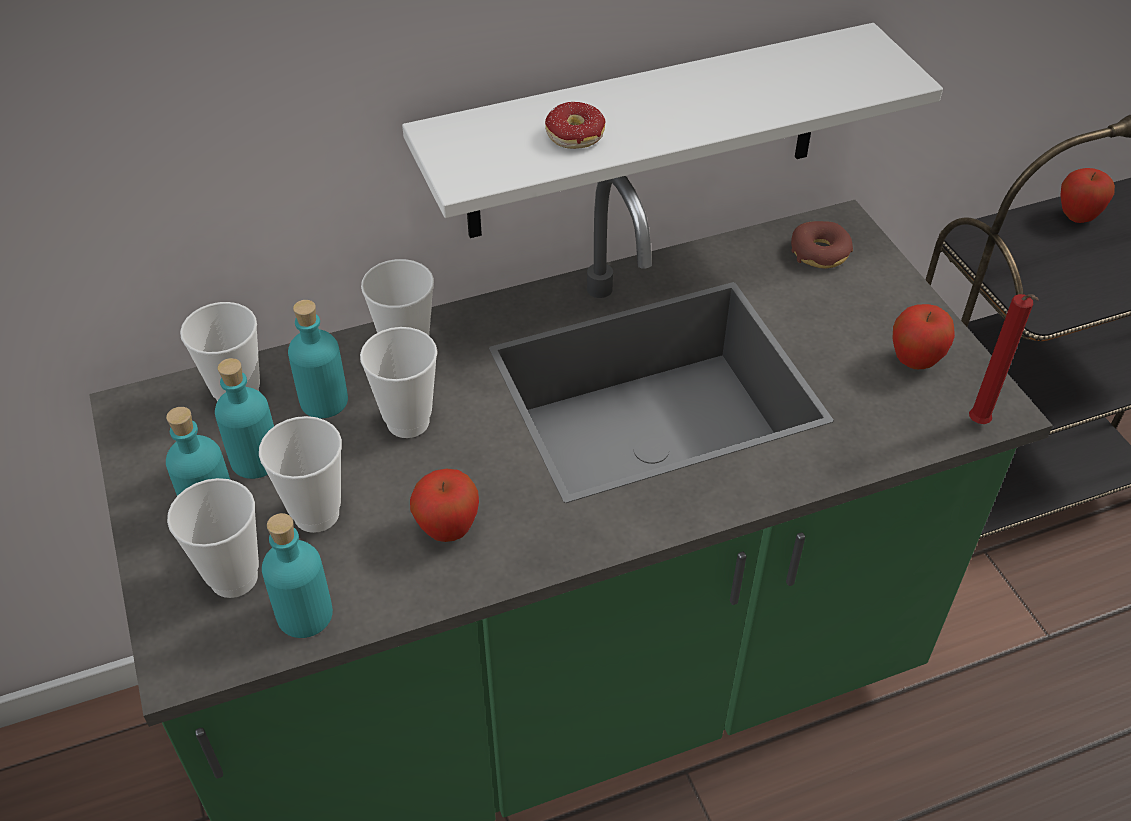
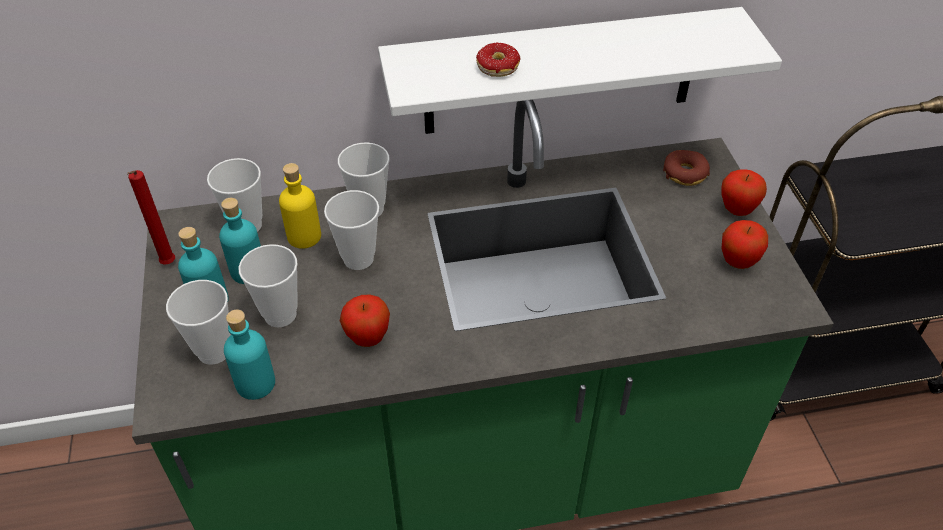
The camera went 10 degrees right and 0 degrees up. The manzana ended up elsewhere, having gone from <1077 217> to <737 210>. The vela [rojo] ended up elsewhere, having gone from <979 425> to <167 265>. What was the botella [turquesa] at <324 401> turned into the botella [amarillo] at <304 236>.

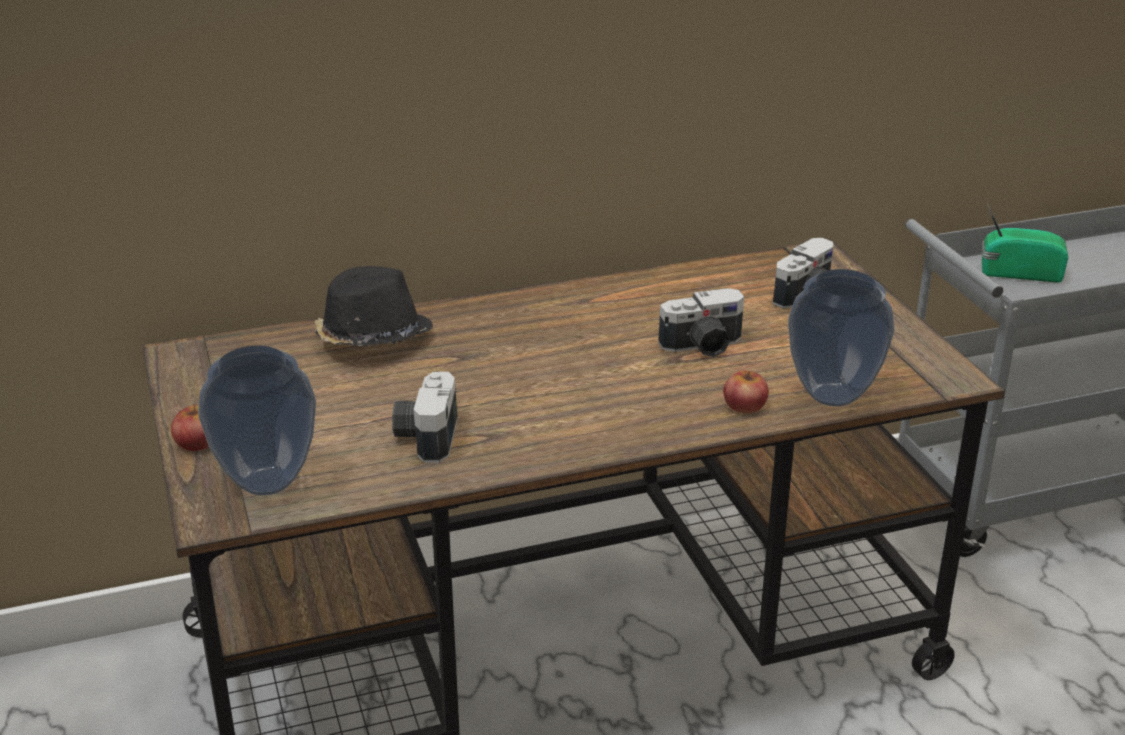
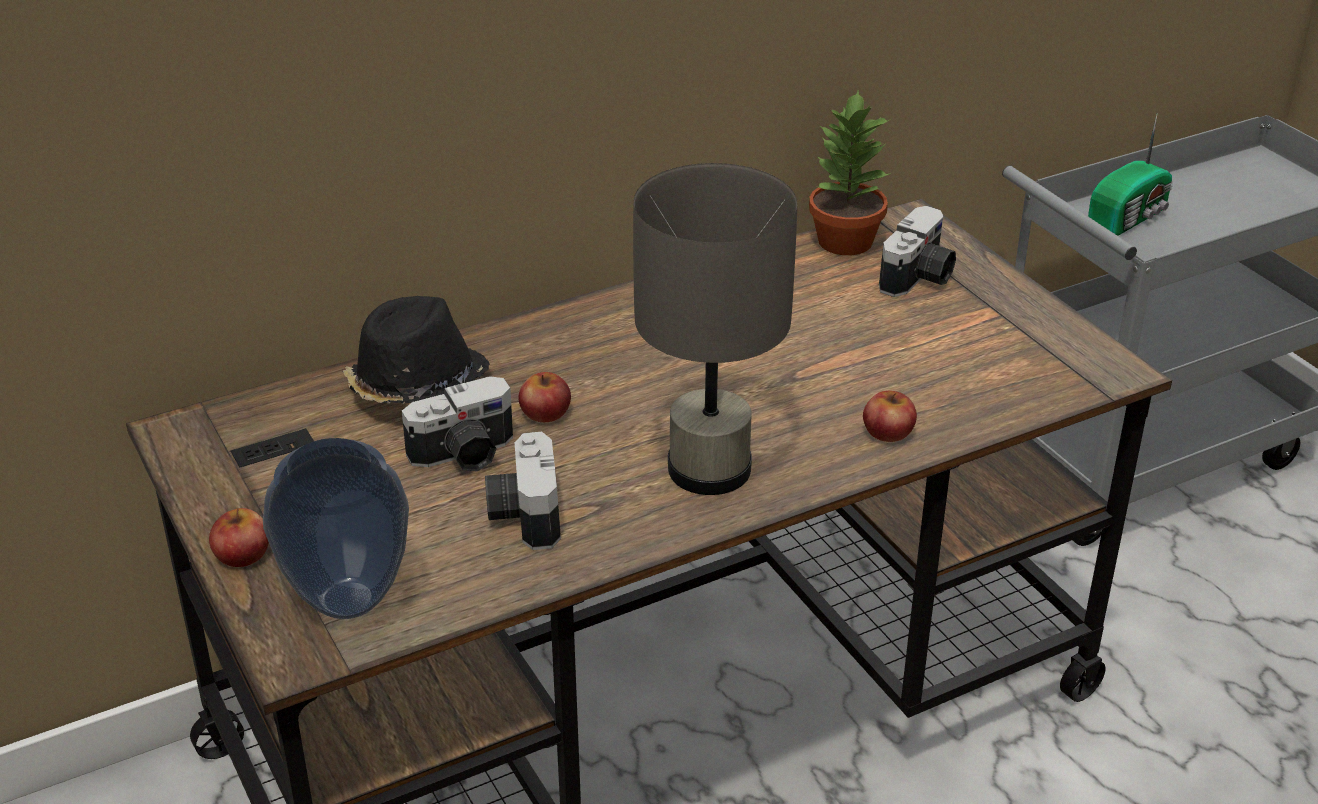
The camera went 10 degrees left and 5 degrees up. The radio at <1018 272> ended up facing another way, 135 degrees clockwise from before. The second view lost the florero at <833 395>. The cámara ended up elsewhere, having gone from <703 347> to <465 455>. The second view gained the planta en maceta at <844 242>. The second view gained the lámpara de mesa [gris] at <707 469>. The second view gained the manzana at <545 412>.

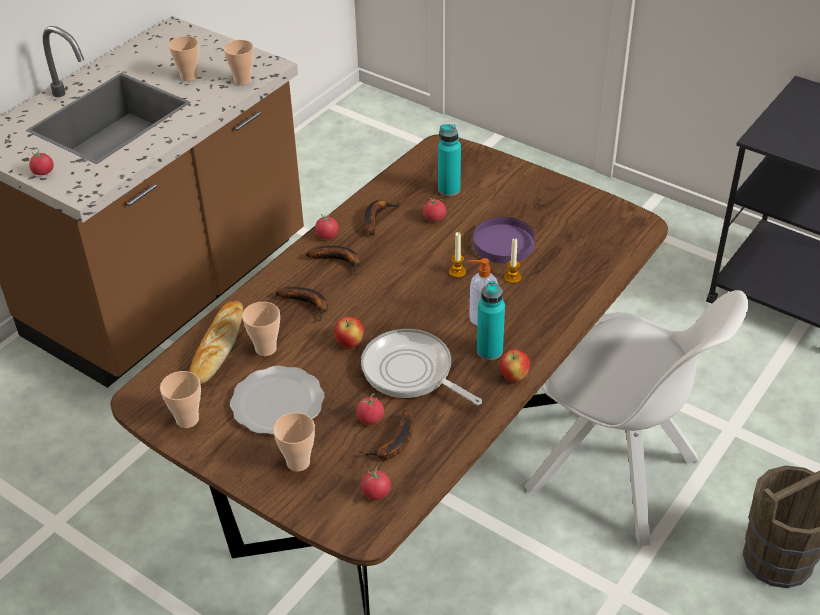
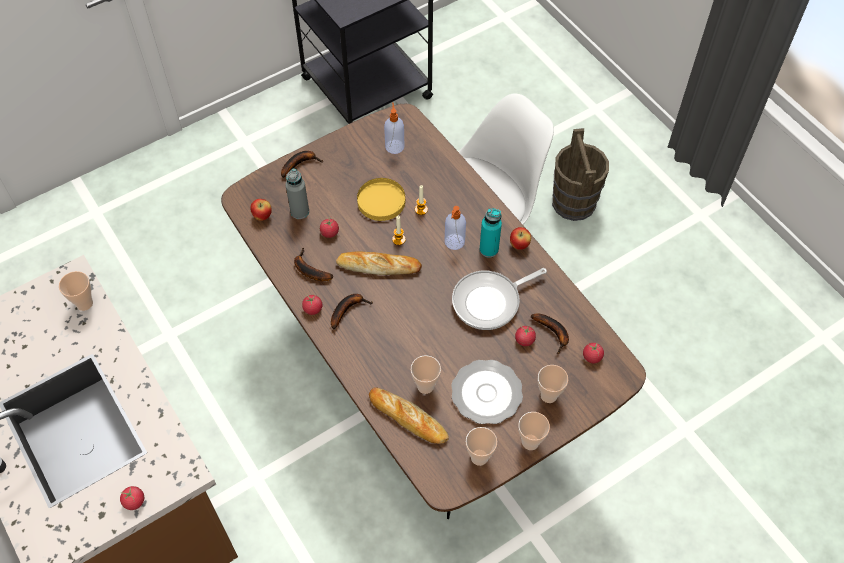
The camera went 70 degrees left and 15 degrees up. The taza ended up elsewhere, having gone from <189 76> to <530 442>. What was the botella [turquesa] at <449 189> turned into the botella [gris] at <299 211>. What was the plato [morado] at <503 243> turned into the plato [amarillo] at <381 201>. The plátano ended up elsewhere, having gone from <308 304> to <300 164>. The manzana ended up elsewhere, having gone from <350 343> to <262 216>. The second view gained the dispensador de jabón at <394 146>. The second view gained the pan at <378 266>.

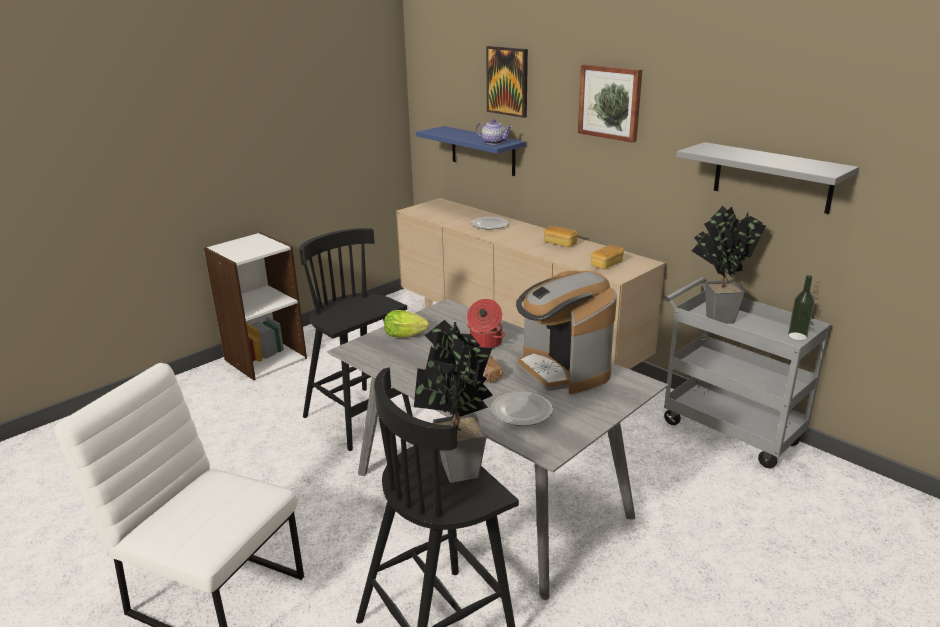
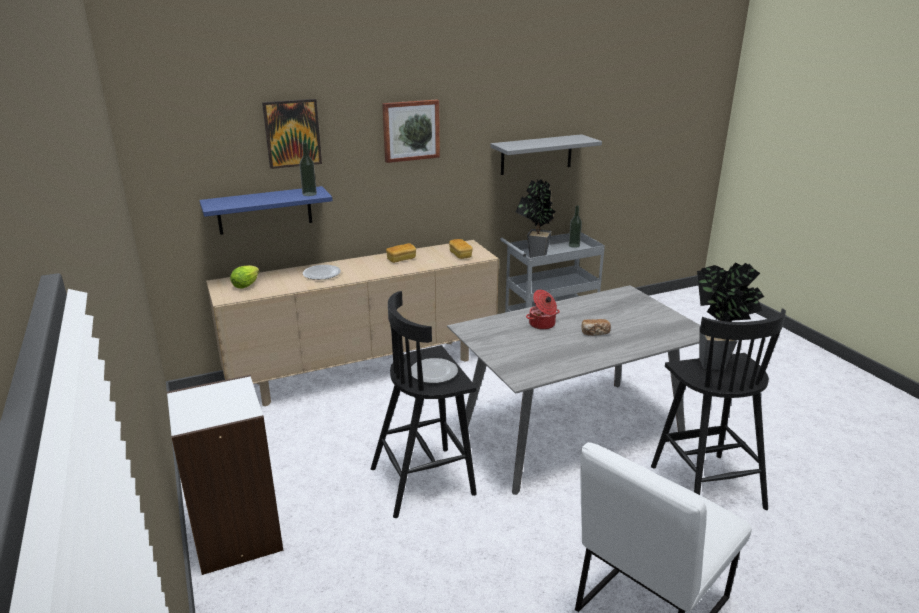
The camera went 70 degrees left and 0 degrees up. Where the tetera stood at <494 142>, the botella came to stand at <309 194>. The second view lost the cafetera at <563 370>. The lechuga ended up elsewhere, having gone from <407 336> to <247 285>. The plato ended up elsewhere, having gone from <520 411> to <434 373>.

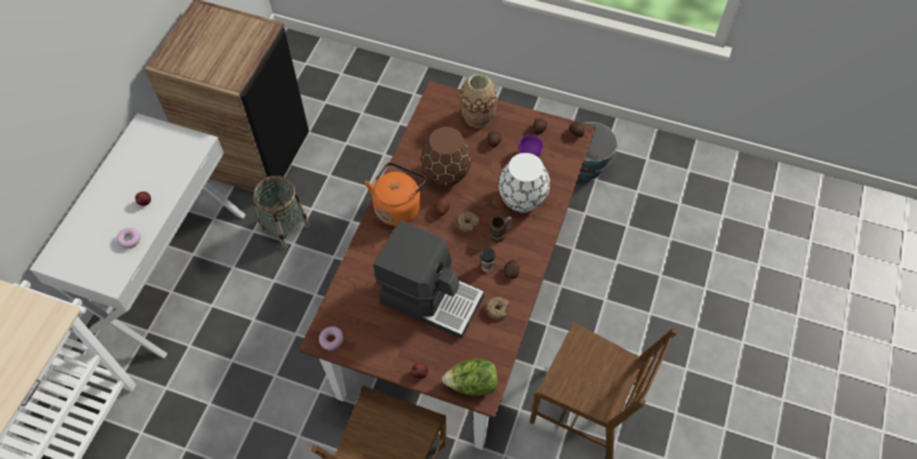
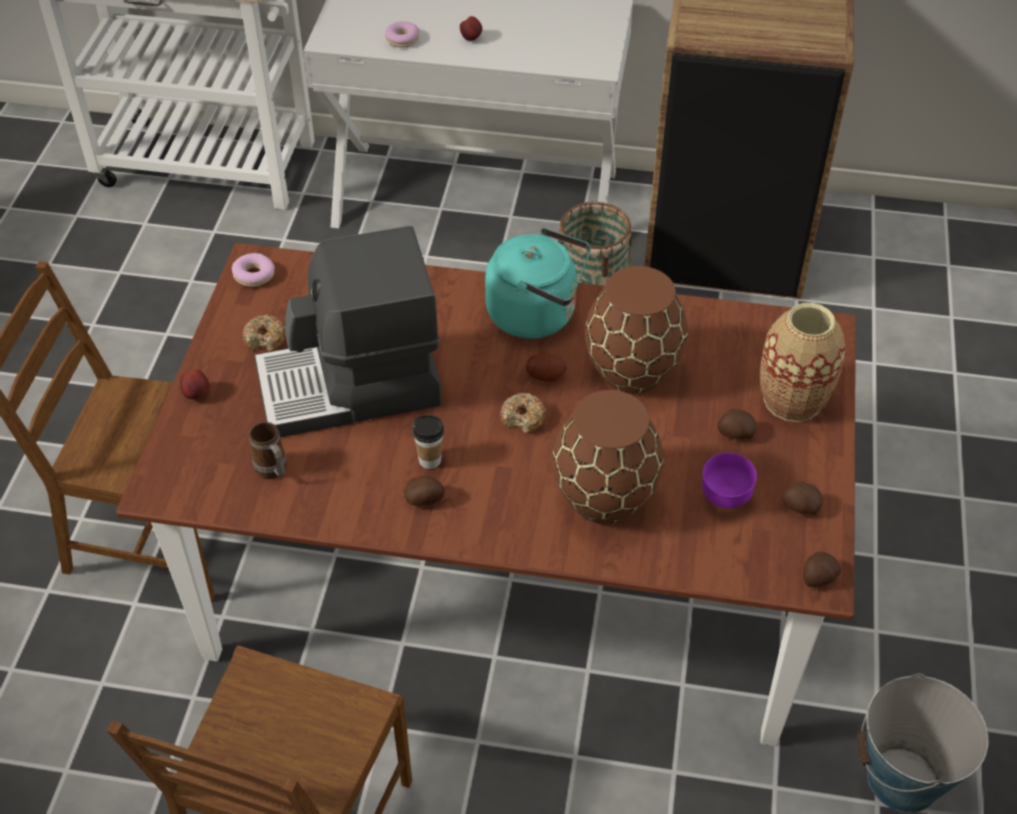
The camera went 80 degrees right and 10 degrees down. What was the florero [blanco] at <522 199> turned into the florero [marrón] at <605 497>. What was the hervidor [naranja] at <398 206> turned into the hervidor [turquesa] at <537 315>. The taza grande ended up elsewhere, having gone from <500 234> to <274 472>. The cafetera at <431 297> ended up facing another way, 60 degrees clockwise from before. The rosquilla ended up elsewhere, having gone from <497 310> to <265 339>. The second view lost the lechuga at <472 384>.

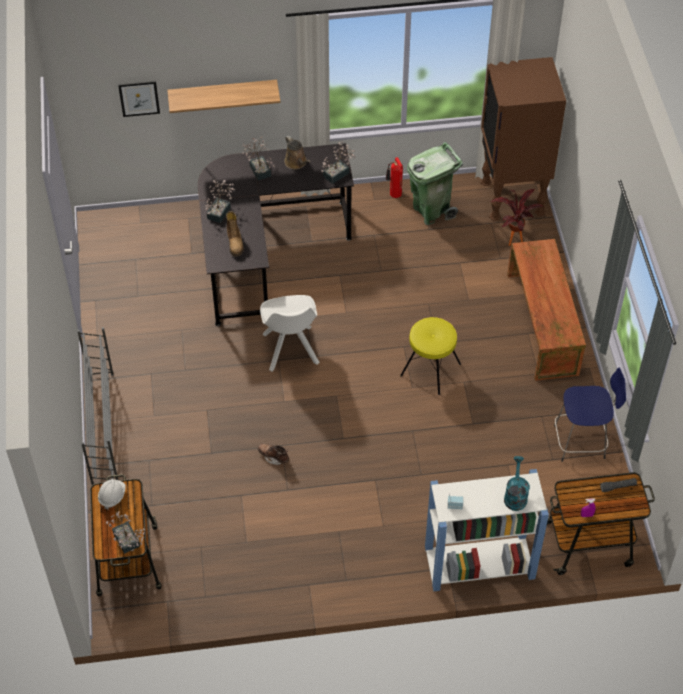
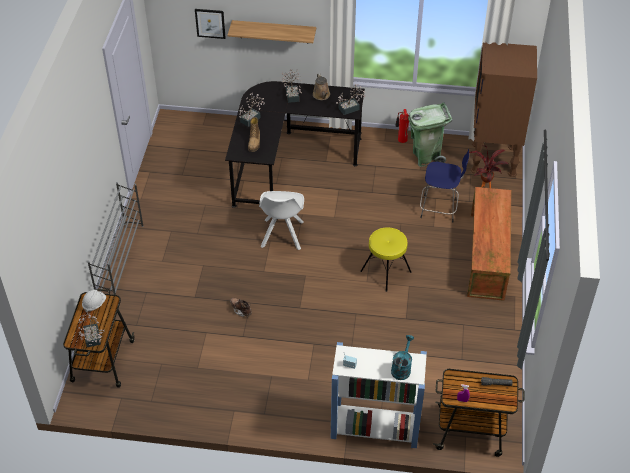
The camera went 15 degrees right and 5 degrees down. The taburete [azul] ended up elsewhere, having gone from <581 441> to <440 209>.

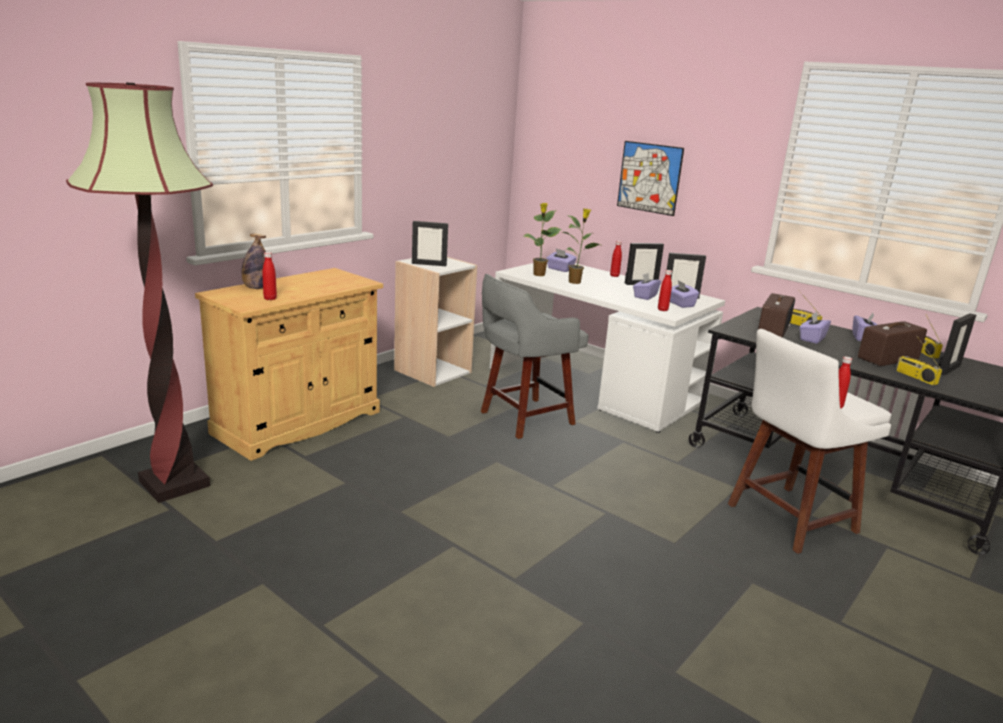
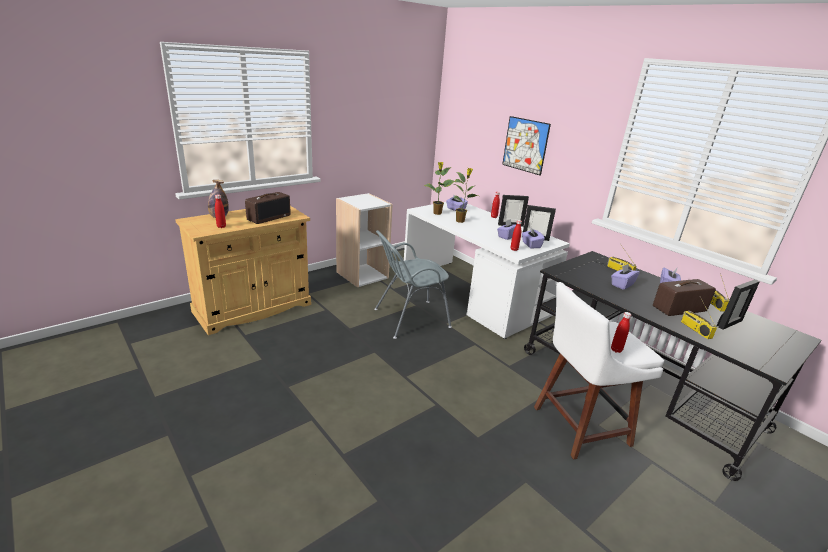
The camera went 10 degrees right and 5 degrees up. The second view lost the lámpara de pie at <175 483>. The second view lost the portarretratos at <429 264>. Where the taburete [gris] stood at <523 419>, the silla [gris] came to stand at <409 318>. The radio ended up elsewhere, having gone from <772 329> to <269 217>.

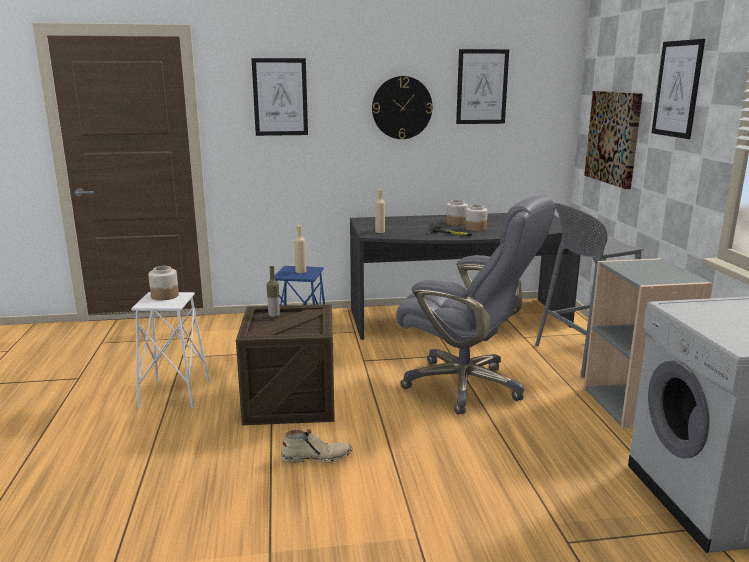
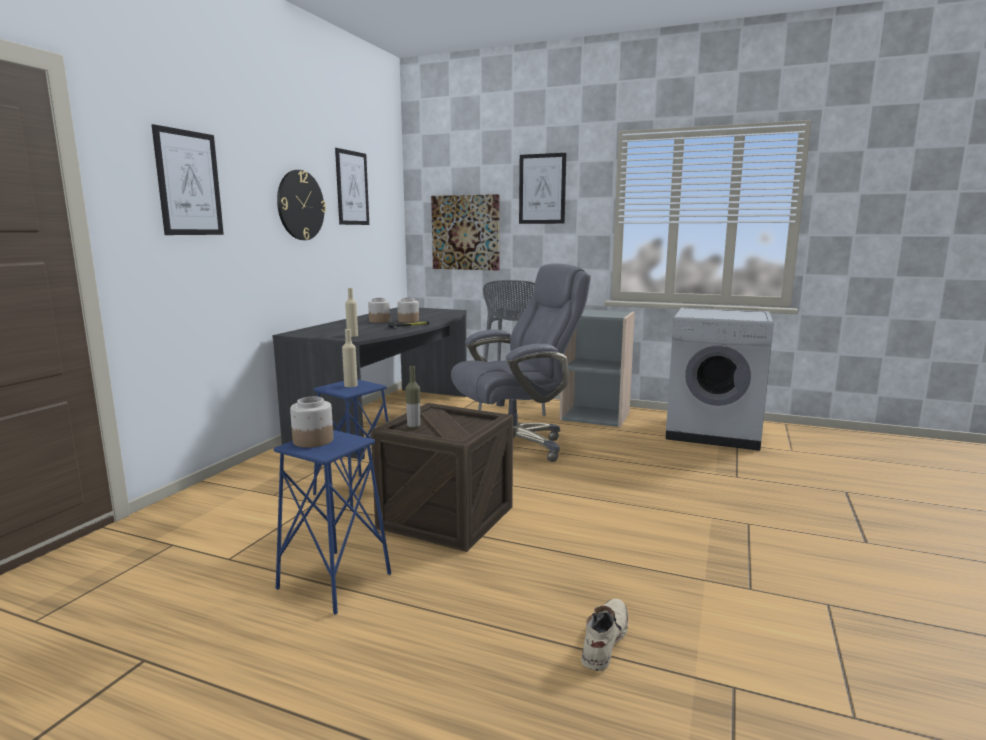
The camera went 60 degrees left and 5 degrees down. What was the taburete [blanco] at <174 394> turned into the taburete [azul] at <335 581>. The bota [beis] ended up elsewhere, having gone from <316 457> to <603 640>.

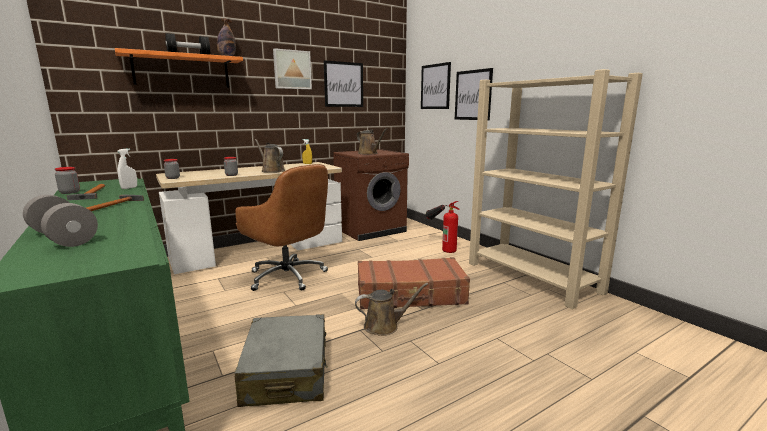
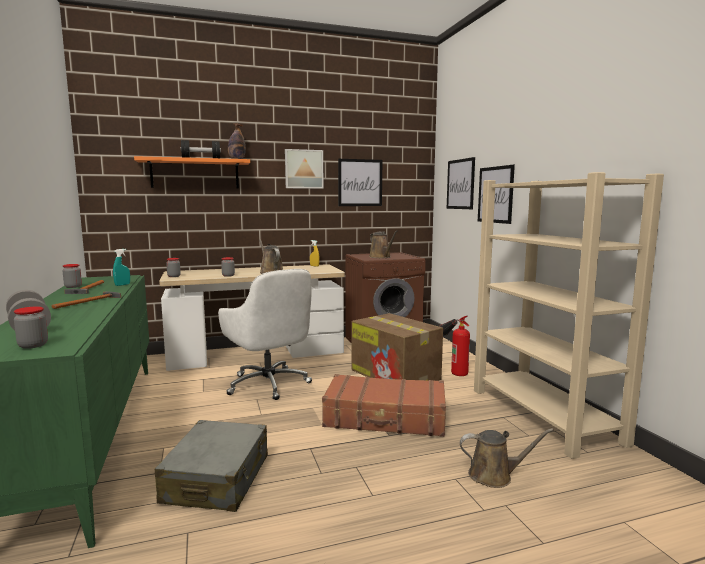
The camera went 15 degrees right and 5 degrees down. What was the pulverizador [blanco] at <129 188> turned into the pulverizador [turquesa] at <122 285>. What was the silla de oficina [marrón] at <286 277> turned into the silla de oficina [blanco] at <268 384>. The regadera [marrón] ended up elsewhere, having gone from <384 326> to <494 475>. The second view gained the tarro at <33 345>. The second view gained the caja de cartón at <396 375>.

